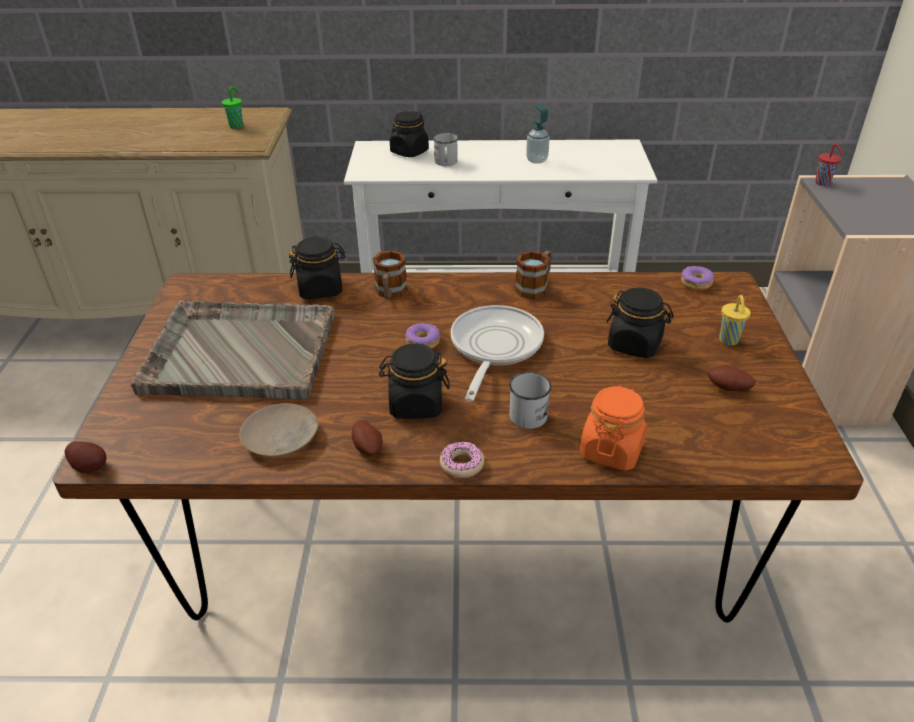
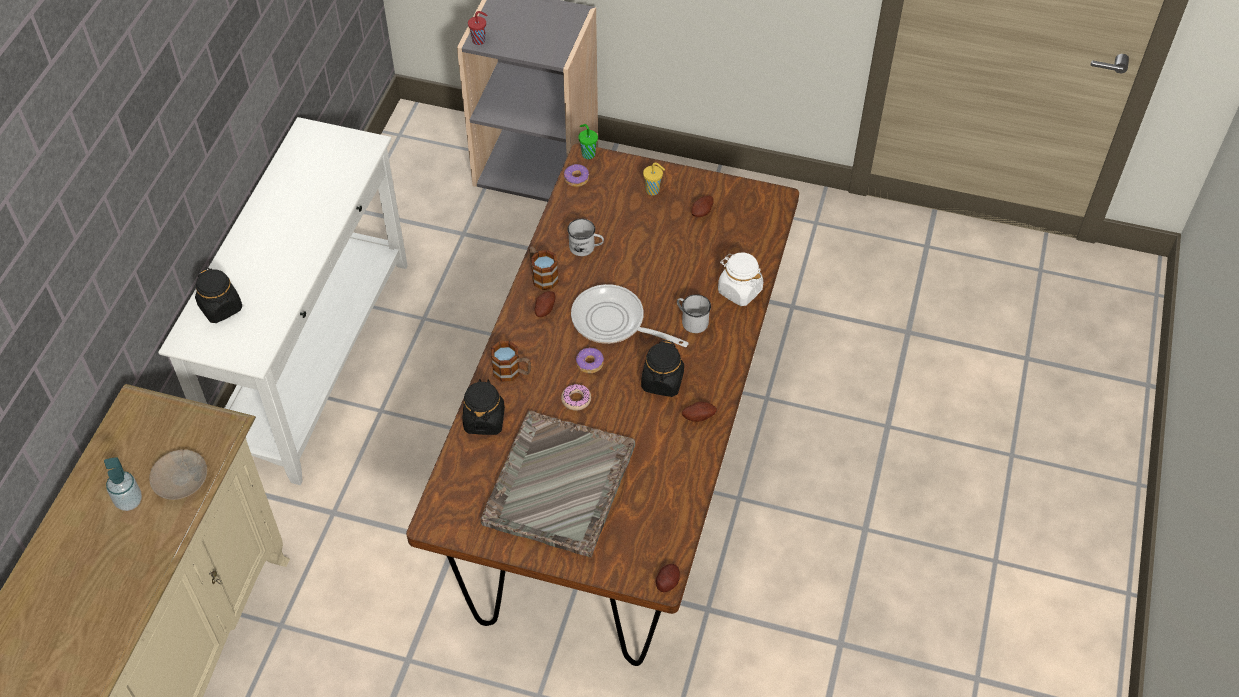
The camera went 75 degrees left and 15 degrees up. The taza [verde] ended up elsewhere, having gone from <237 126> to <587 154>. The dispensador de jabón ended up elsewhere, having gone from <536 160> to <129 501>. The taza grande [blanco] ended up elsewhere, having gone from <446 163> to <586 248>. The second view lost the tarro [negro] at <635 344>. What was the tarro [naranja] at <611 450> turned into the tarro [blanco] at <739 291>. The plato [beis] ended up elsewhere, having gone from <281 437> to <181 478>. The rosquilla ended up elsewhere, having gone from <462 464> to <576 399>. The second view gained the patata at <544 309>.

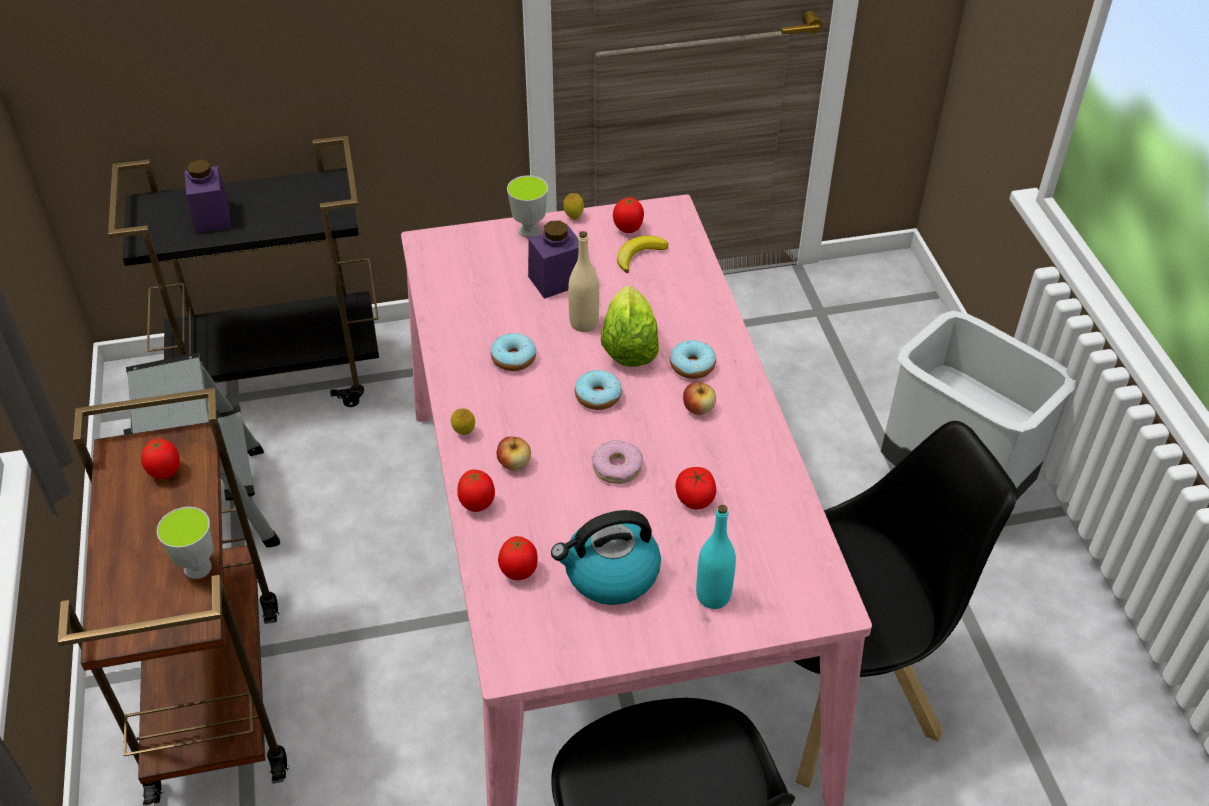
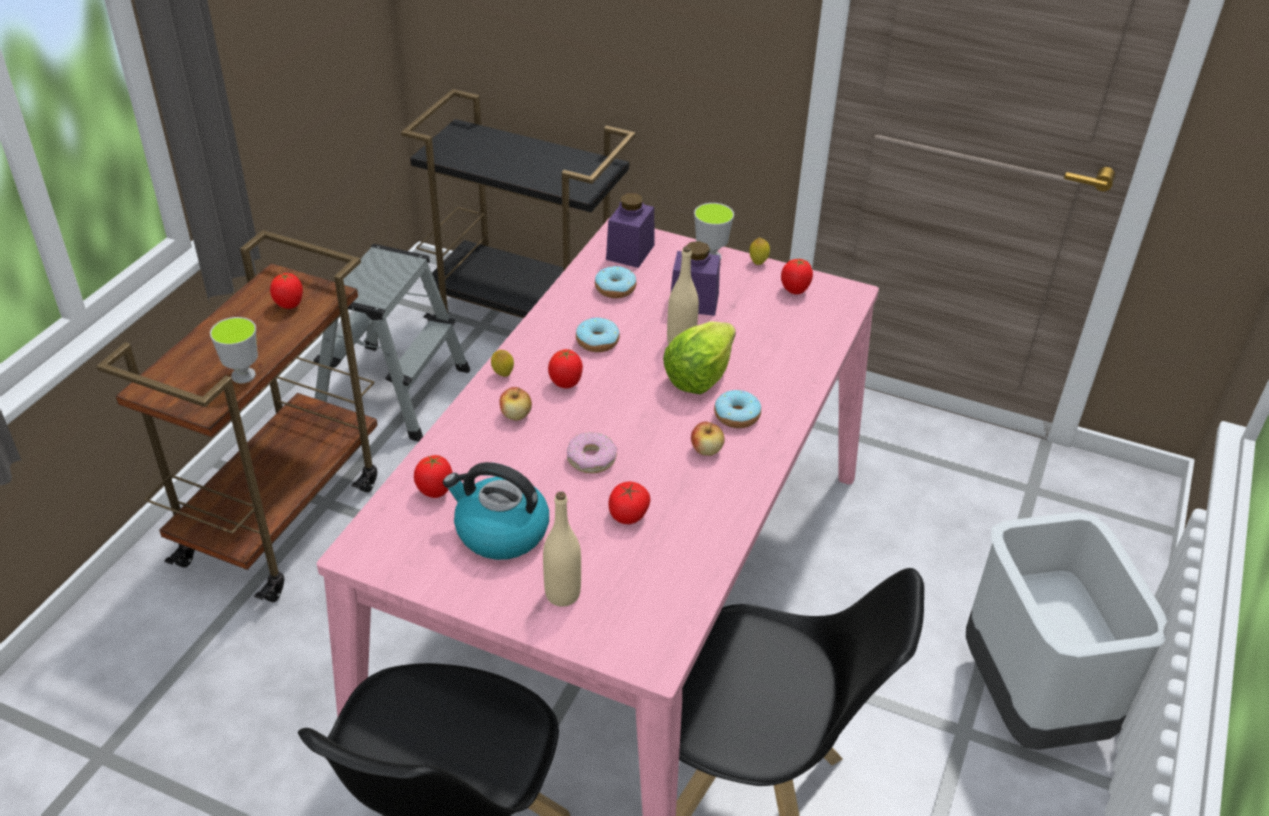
The camera went 35 degrees right and 5 degrees down. The tarro [morado] ended up elsewhere, having gone from <211 217> to <630 252>. The second view lost the plátano at <639 255>. The rosquilla ended up elsewhere, having gone from <598 396> to <615 289>. The tomate ended up elsewhere, having gone from <477 505> to <566 384>. What was the botella [turquesa] at <713 596> turned into the botella [beis] at <562 594>.

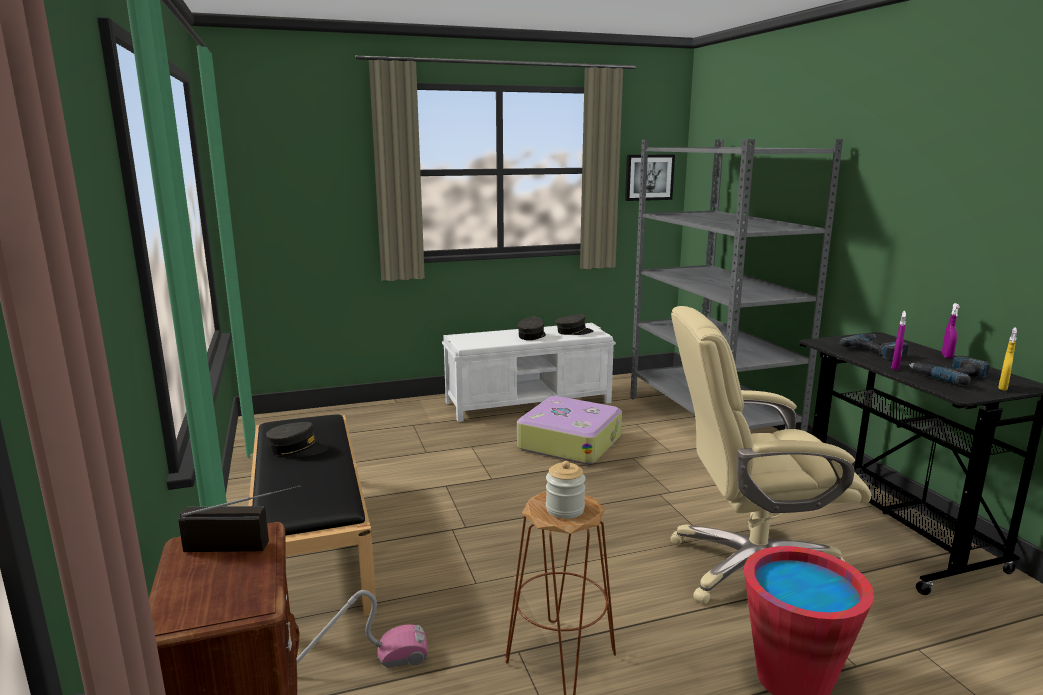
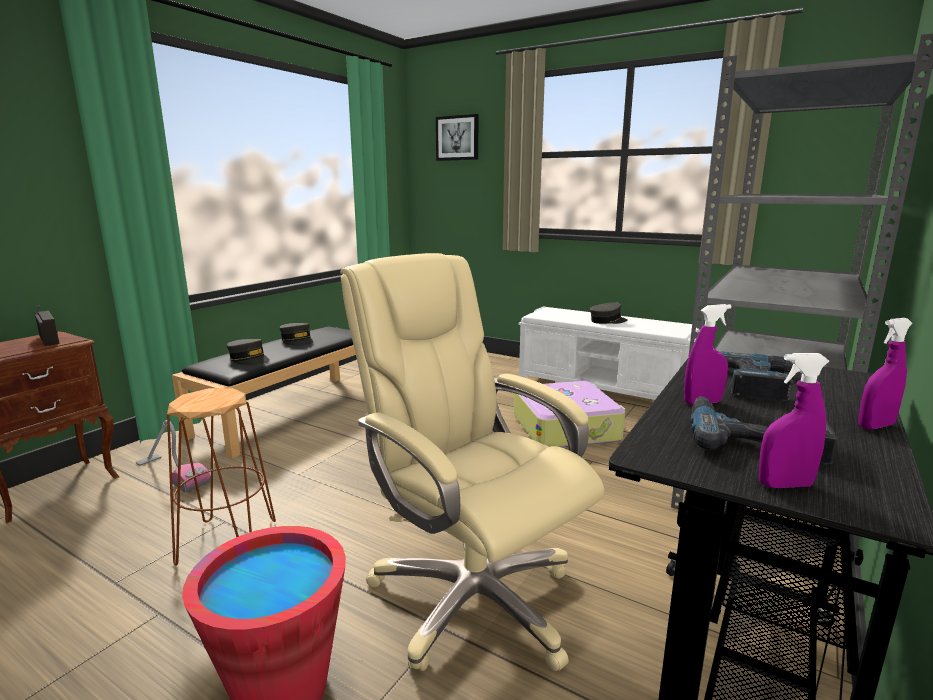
The camera went 50 degrees right and 0 degrees up. The cuadro ended up elsewhere, having gone from <649 177> to <457 138>. The gorra [gris] ended up elsewhere, having gone from <573 332> to <249 359>. What was the pulverizador [amarillo] at <1002 388> turned into the pulverizador [morado] at <785 485>. The second view lost the tarro at <565 509>.

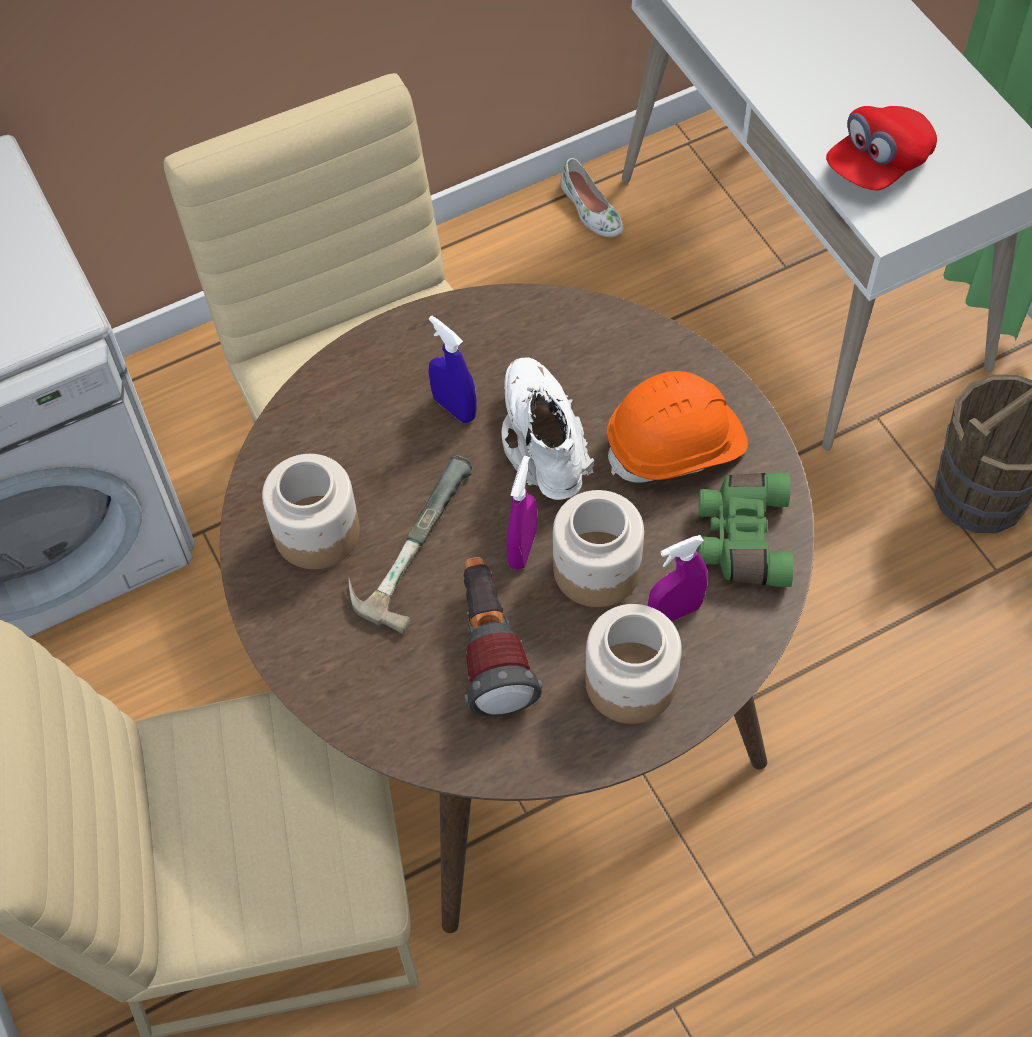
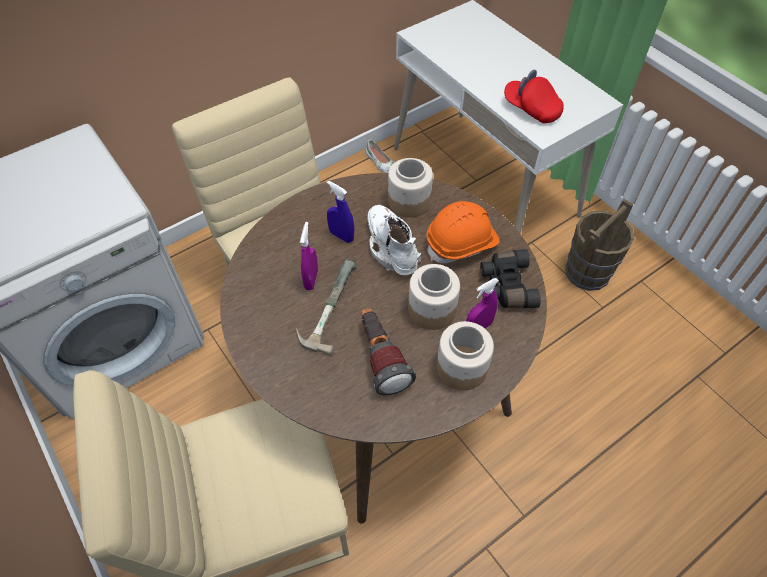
The camera went 10 degrees left and 5 degrees down. The gorra [rojo] at <877 164> ended up facing another way, 90 degrees clockwise from before. The tarro ended up elsewhere, having gone from <316 533> to <408 202>. The pulverizador [morado] ended up elsewhere, having gone from <522 548> to <311 279>. What was the prismáticos [verde] at <741 538> turned into the prismáticos [negro] at <505 286>.

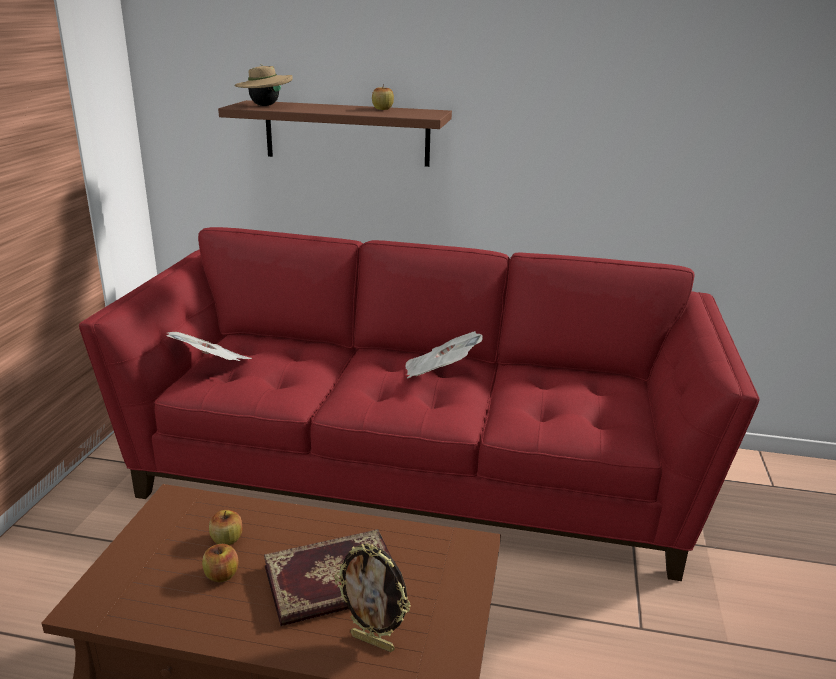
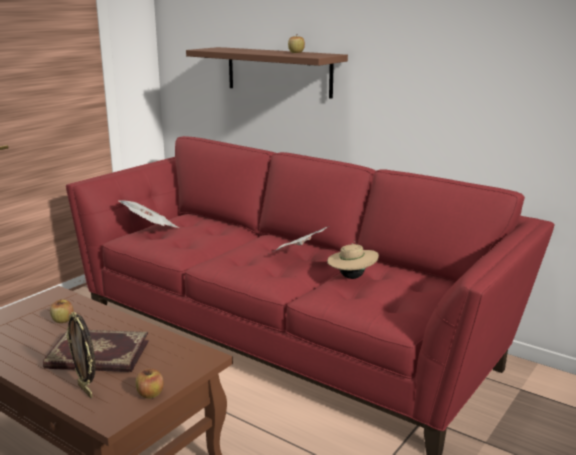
The camera went 25 degrees right and 5 degrees down. The sombrero [beis] ended up elsewhere, having gone from <265 105> to <351 277>. The manzana ended up elsewhere, having gone from <222 575> to <150 394>.

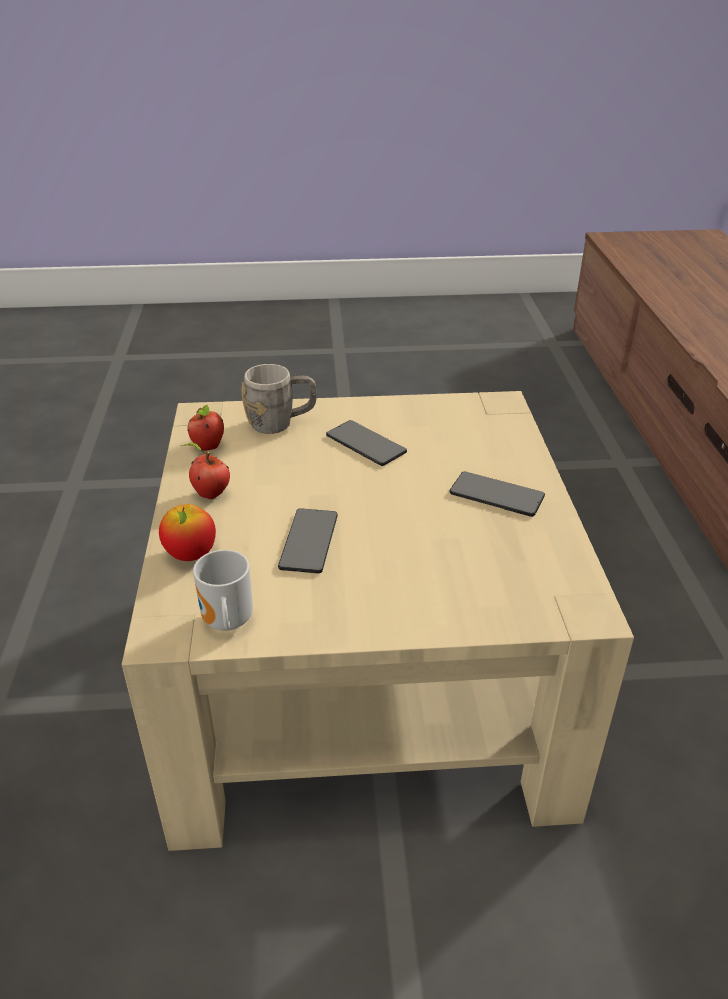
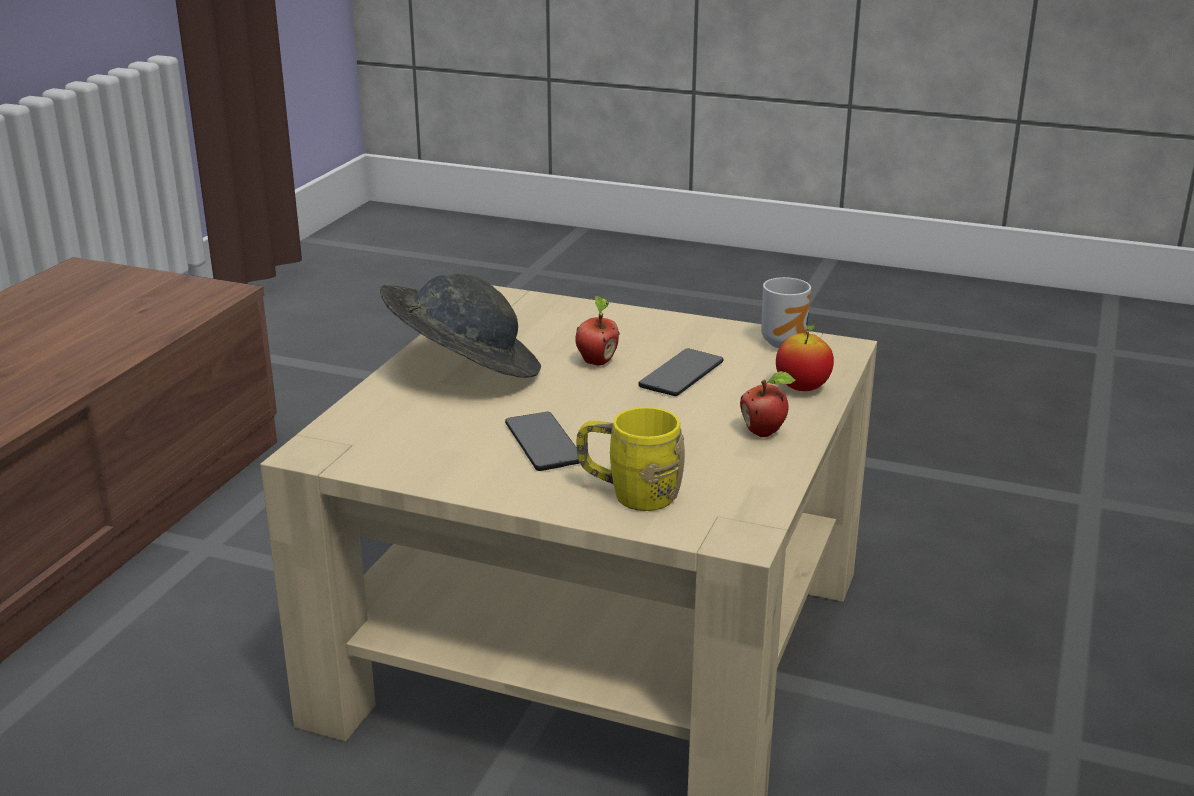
The camera went 155 degrees left and 10 degrees down. What was the taza grande [gris] at <281 423> turned into the taza grande [amarillo] at <630 494>. The manzana ended up elsewhere, having gone from <209 447> to <596 361>. Where the móvil stood at <496 495>, the sombrero [gris] came to stand at <462 369>.

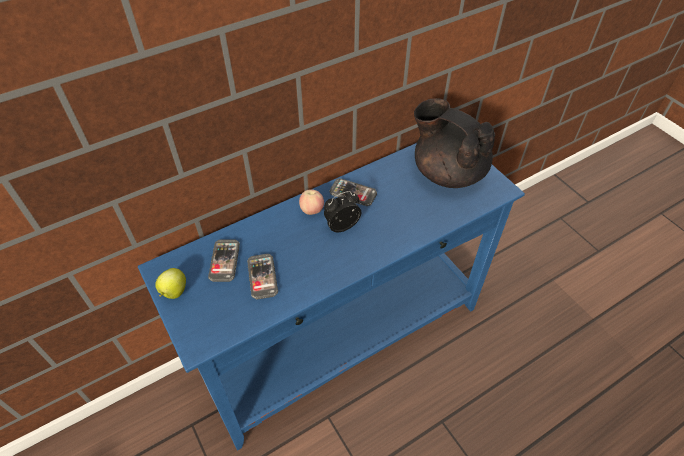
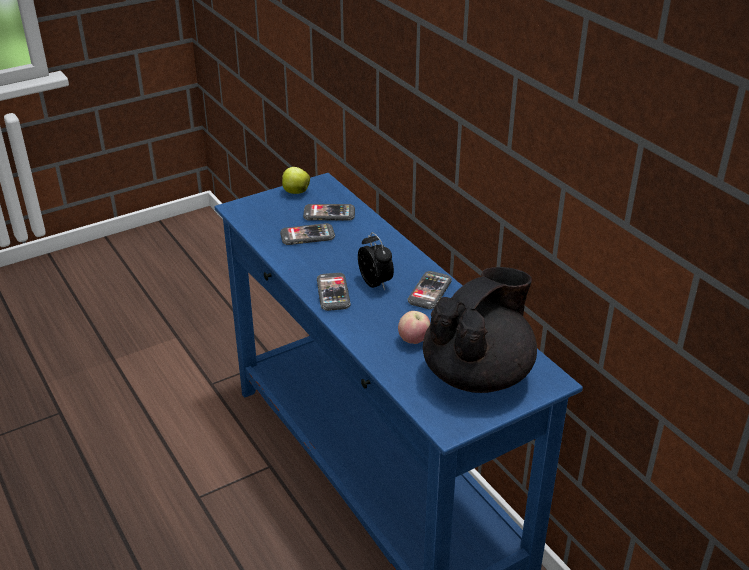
The camera went 90 degrees right and 15 degrees down. The manzana ended up elsewhere, having gone from <312 210> to <413 340>. The second view gained the móvil at <333 293>.

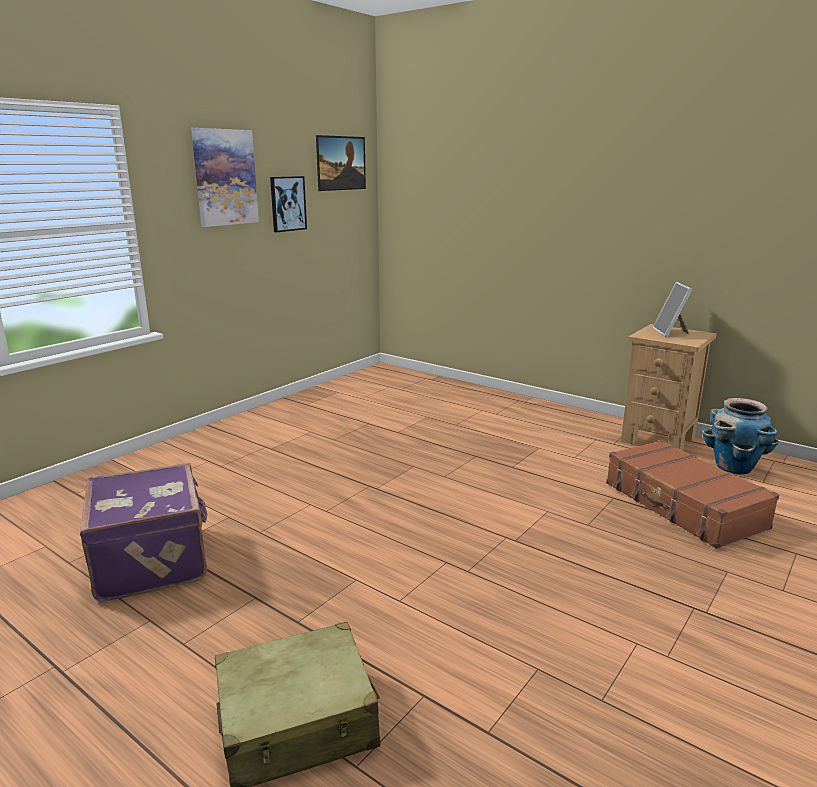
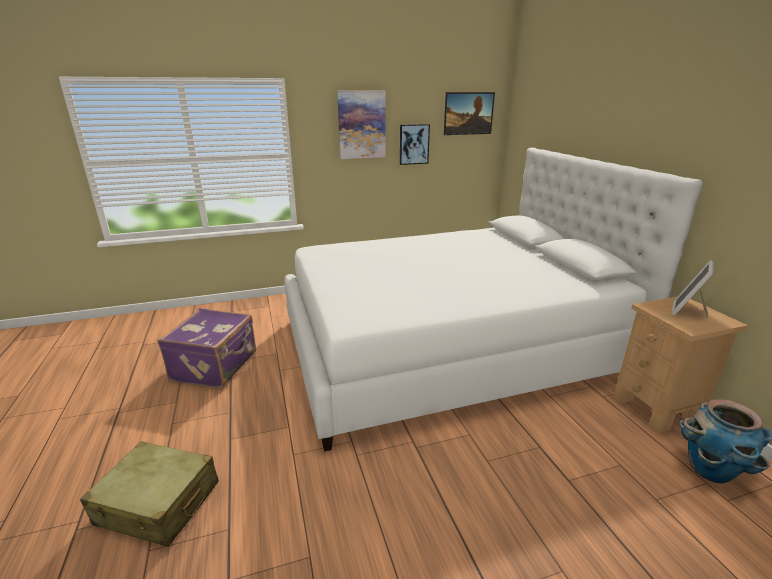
The camera went 35 degrees right and 5 degrees up. The second view lost the maleta [marrón] at <682 506>. The second view gained the cama [blanco] at <449 347>.

